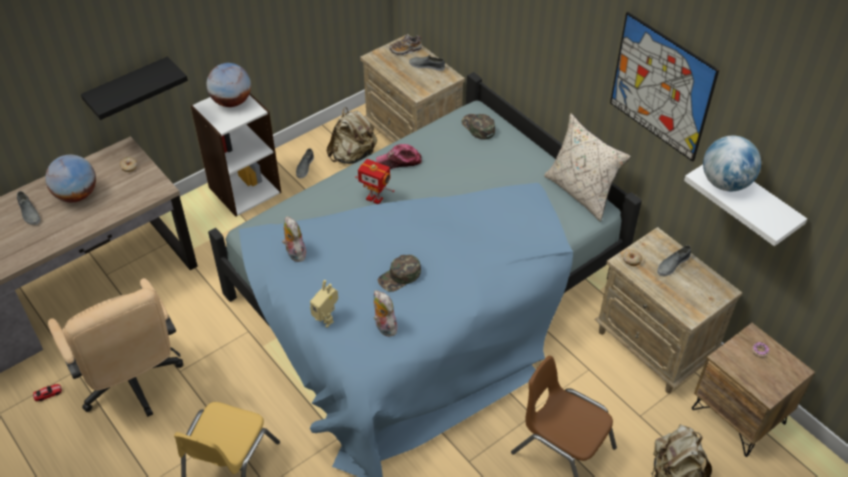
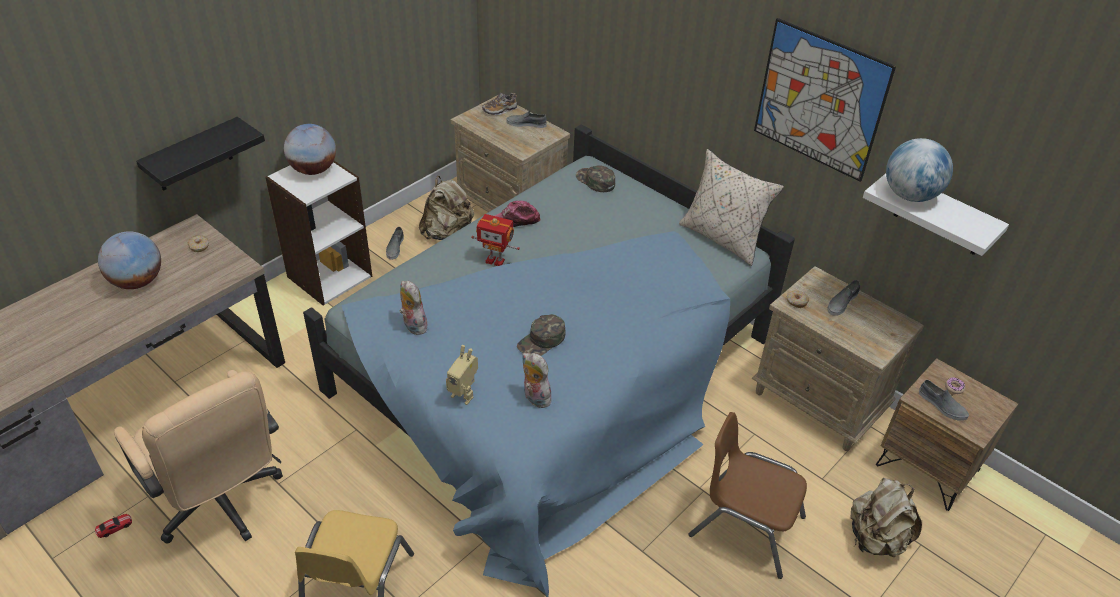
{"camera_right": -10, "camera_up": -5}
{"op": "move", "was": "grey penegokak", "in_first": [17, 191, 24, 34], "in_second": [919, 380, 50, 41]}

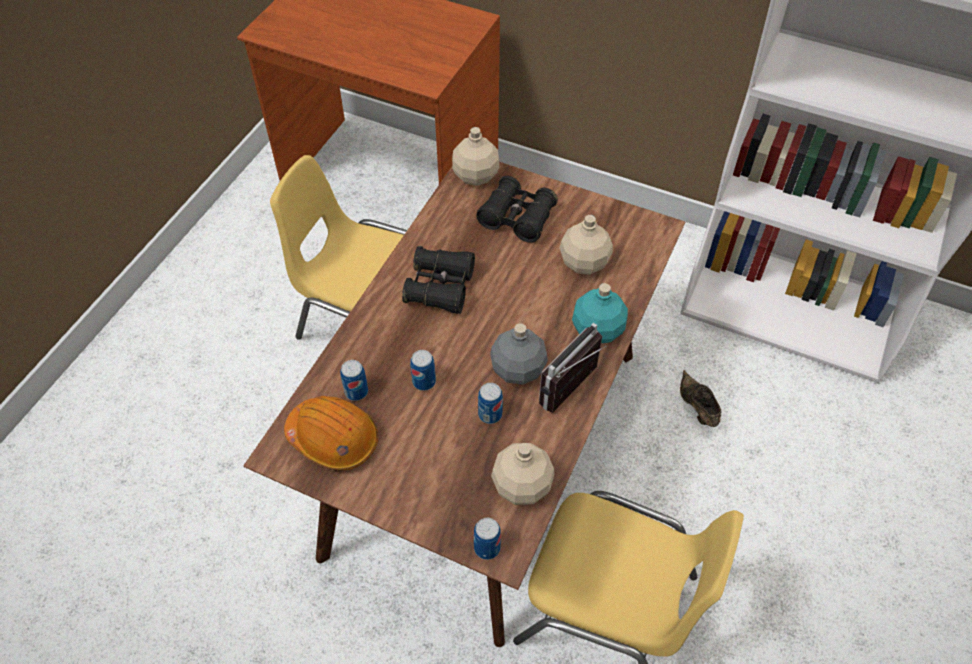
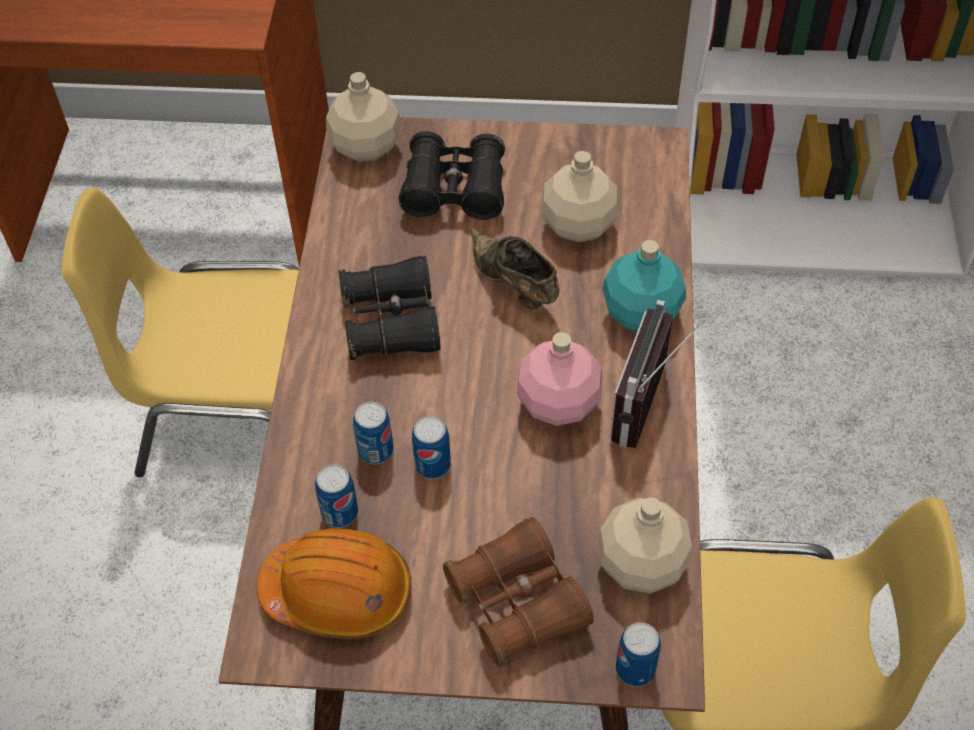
{"camera_right": -20, "camera_up": 0}
{"op": "move", "was": "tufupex", "in_first": [478, 383, 25, 41], "in_second": [353, 402, 41, 62]}
{"op": "recolor", "was": "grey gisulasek", "now": "pink gisulasek", "in_first": [490, 323, 58, 62], "in_second": [517, 332, 85, 94]}
{"op": "move", "was": "brown penegokak", "in_first": [680, 370, 41, 57], "in_second": [471, 228, 89, 81]}
{"op": "insert", "now": "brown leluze", "in_second": [443, 517, 151, 150]}

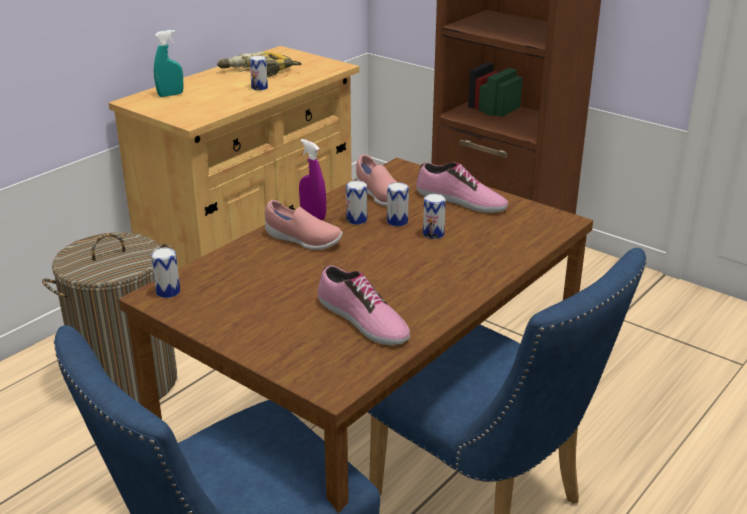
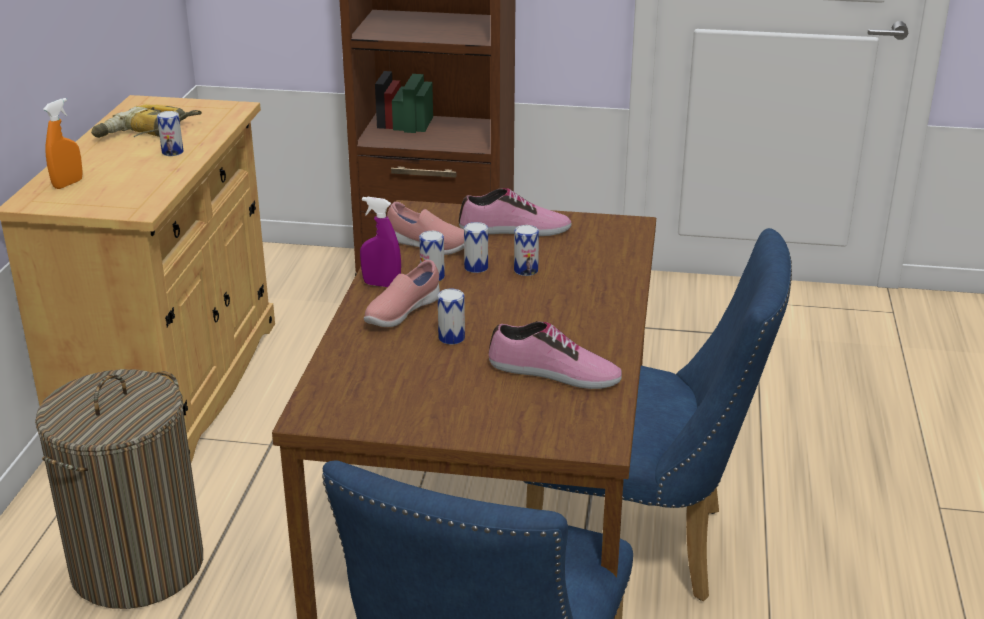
{"camera_right": -30, "camera_up": 0}
{"op": "move", "was": "tufupex", "in_first": [151, 248, 29, 50], "in_second": [438, 288, 27, 56]}
{"op": "recolor", "was": "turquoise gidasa", "now": "orange gidasa", "in_first": [154, 30, 30, 67], "in_second": [43, 98, 40, 91]}
{"op": "rotate", "was": "pink penegokak", "in_first": [264, 200, 79, 50], "in_second": [364, 260, 76, 67], "clockwise": 135}

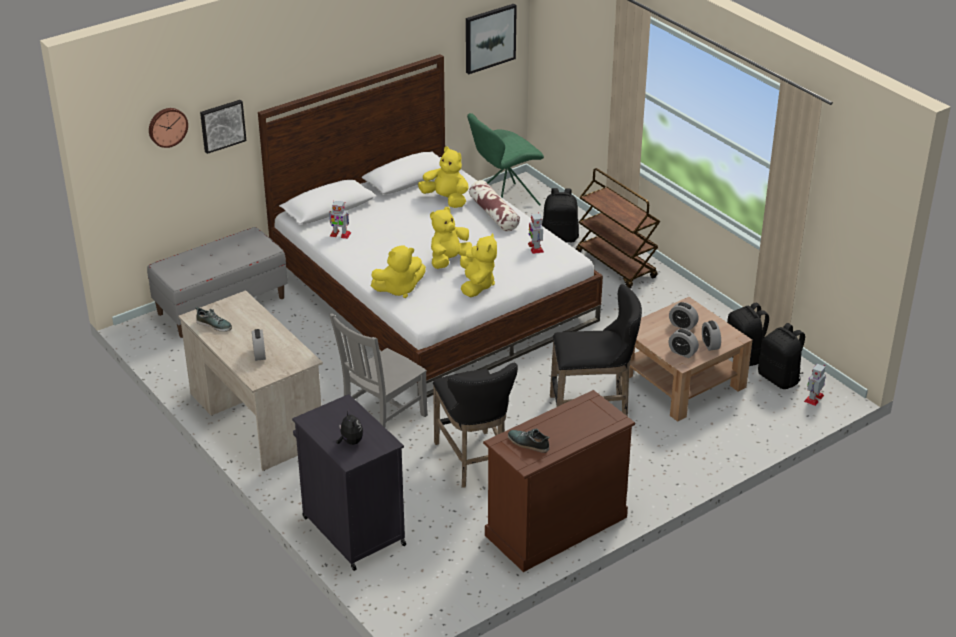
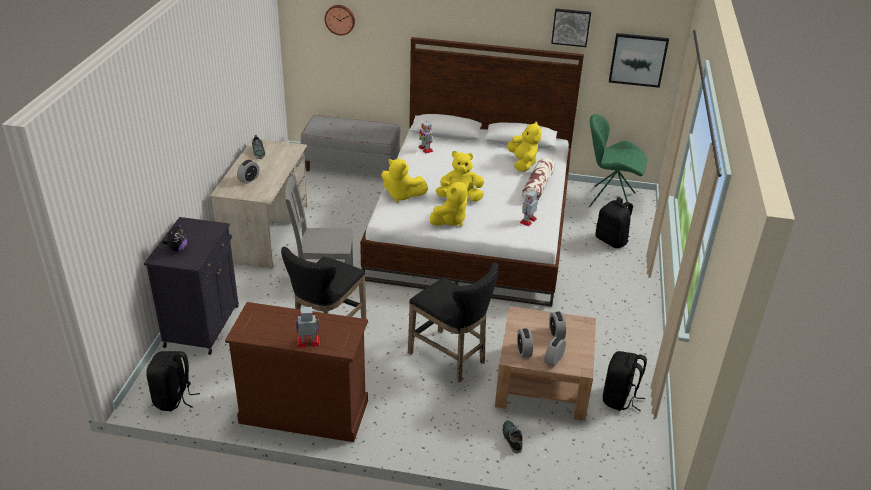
{"camera_right": 45, "camera_up": 0}
{"op": "move", "was": "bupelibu", "in_first": [200, 100, 46, 54], "in_second": [551, 8, 40, 39]}
{"op": "move", "was": "penegokak", "in_first": [508, 429, 42, 24], "in_second": [503, 421, 20, 32]}
{"op": "delete", "was": "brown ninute", "in_first": [576, 168, 84, 120]}
{"op": "move", "was": "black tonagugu", "in_first": [758, 323, 47, 66], "in_second": [146, 351, 54, 60]}
{"op": "move", "was": "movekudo", "in_first": [804, 364, 22, 42], "in_second": [295, 307, 25, 41]}

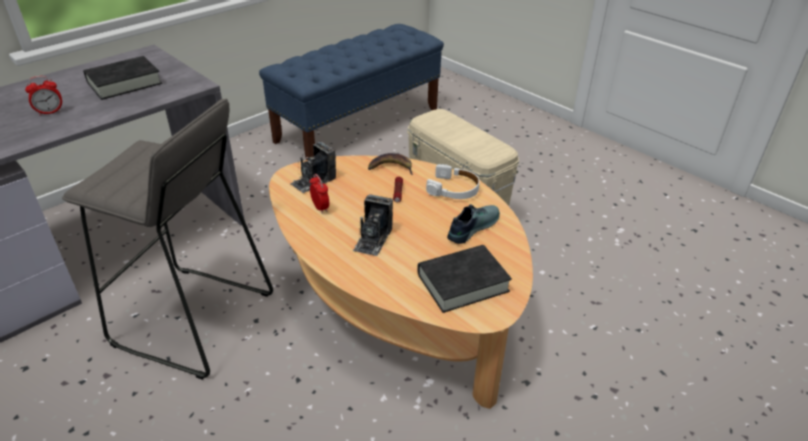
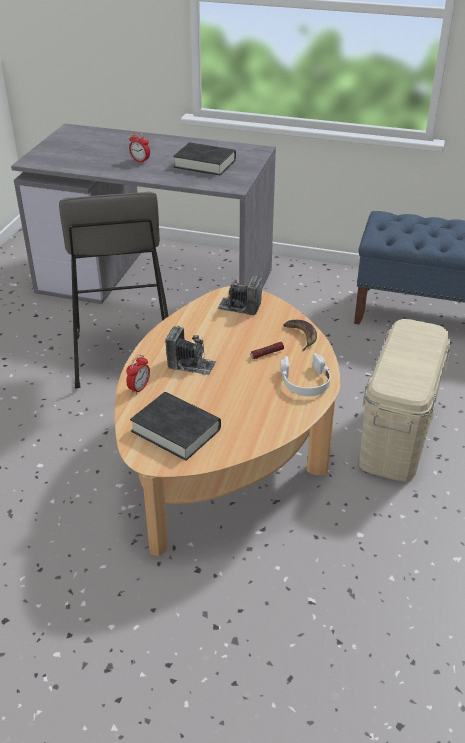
{"camera_right": 60, "camera_up": 0}
{"op": "move", "was": "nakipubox", "in_first": [309, 174, 20, 40], "in_second": [126, 354, 24, 41]}
{"op": "rotate", "was": "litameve", "in_first": [353, 194, 40, 62], "in_second": [165, 326, 51, 49], "clockwise": -150}
{"op": "delete", "was": "penegokak", "in_first": [447, 204, 53, 40]}

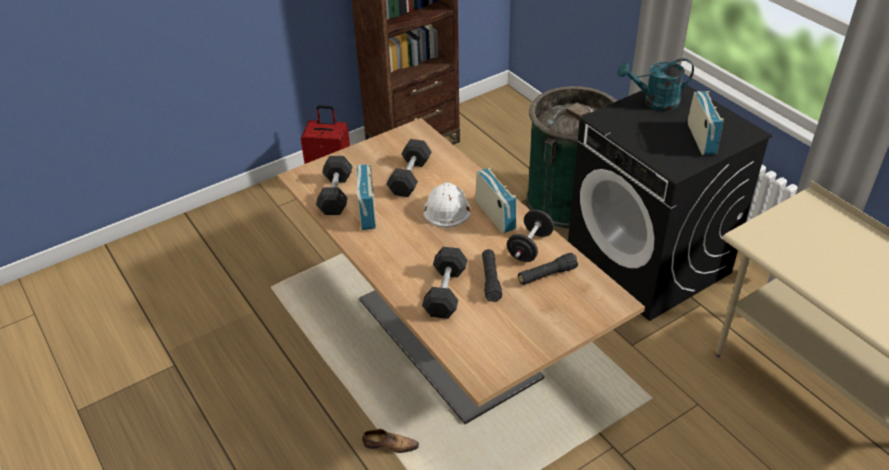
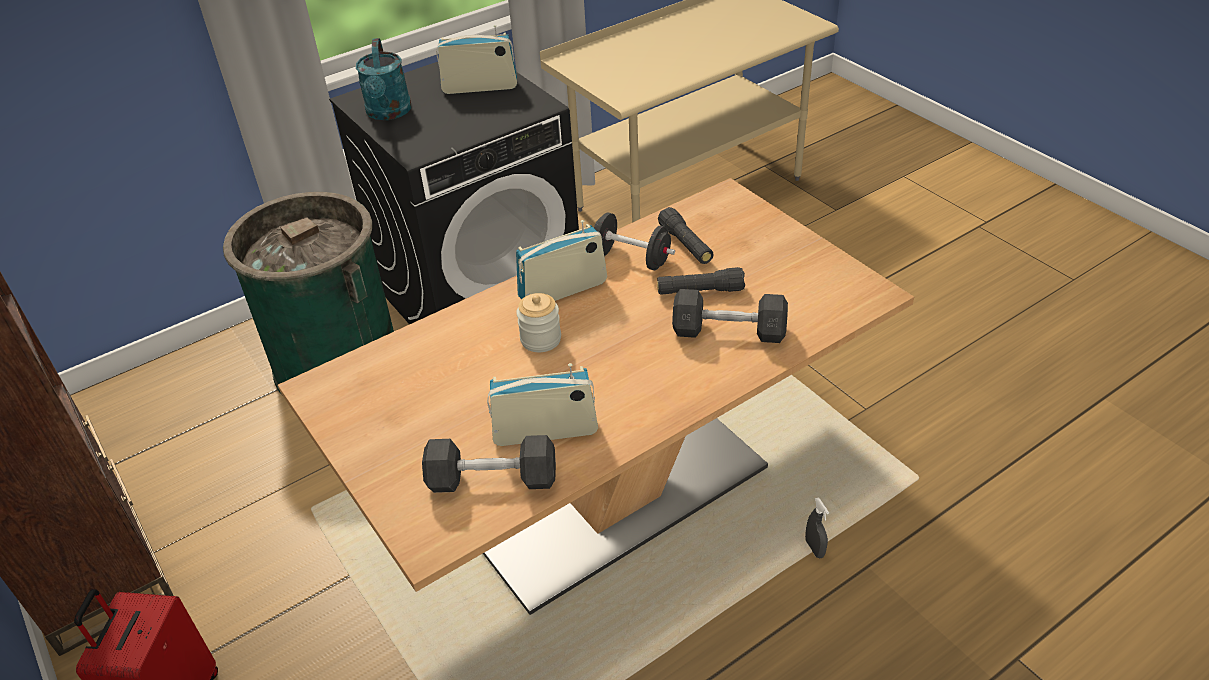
{"camera_right": -90, "camera_up": 0}
{"op": "replace", "was": "penegokak", "now": "grey gidasa", "in_first": [362, 429, 57, 24], "in_second": [805, 498, 24, 60]}
{"op": "delete", "was": "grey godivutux", "in_first": [386, 139, 45, 58]}
{"op": "replace", "was": "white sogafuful", "now": "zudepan", "in_first": [423, 183, 47, 45], "in_second": [516, 293, 45, 59]}

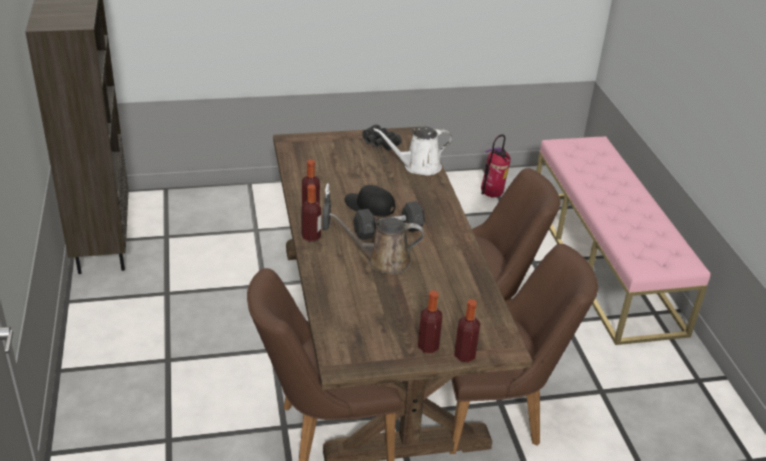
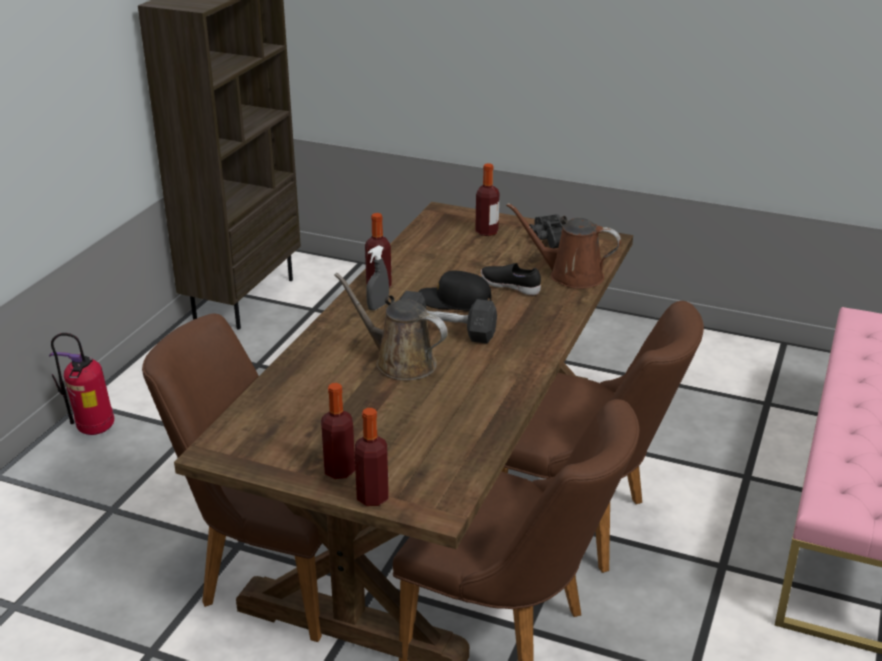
{"camera_right": 35, "camera_up": -5}
{"op": "move", "was": "gisulasek", "in_first": [302, 184, 19, 58], "in_second": [475, 163, 24, 73]}
{"op": "rotate", "was": "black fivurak", "in_first": [345, 185, 50, 32], "in_second": [419, 270, 72, 41], "clockwise": -45}
{"op": "recolor", "was": "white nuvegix", "now": "brown nuvegix", "in_first": [373, 127, 80, 49], "in_second": [506, 203, 115, 86]}
{"op": "move", "was": "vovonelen", "in_first": [481, 135, 30, 63], "in_second": [49, 333, 65, 102]}
{"op": "insert", "now": "black penegokak", "in_second": [481, 263, 60, 32]}

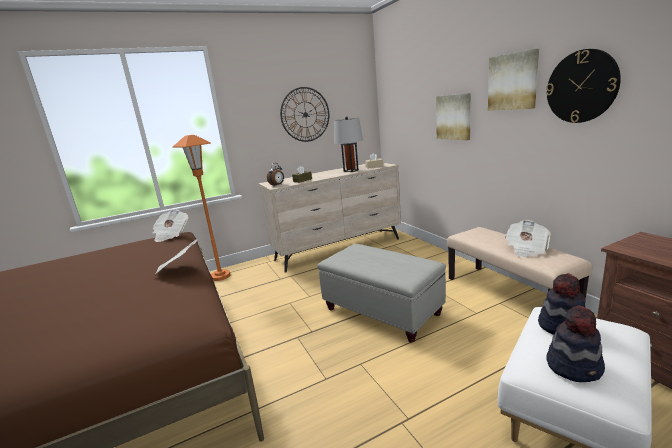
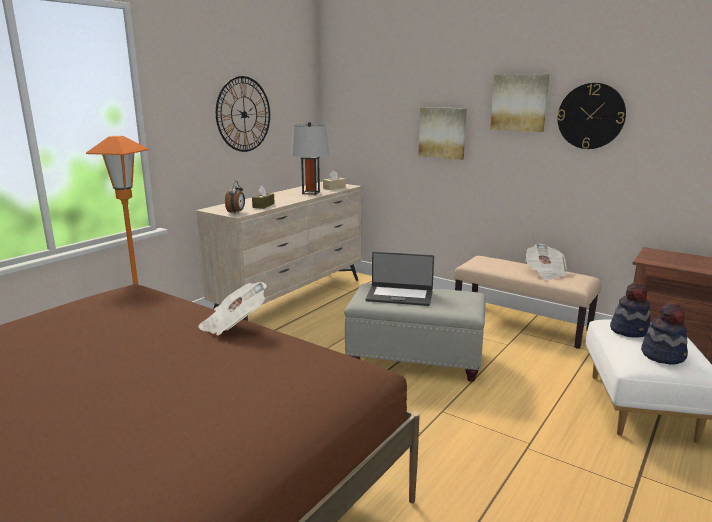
{"camera_right": -30, "camera_up": 0}
{"op": "delete", "was": "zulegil", "in_first": [152, 210, 36, 32]}
{"op": "insert", "now": "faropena", "in_second": [366, 252, 68, 54]}

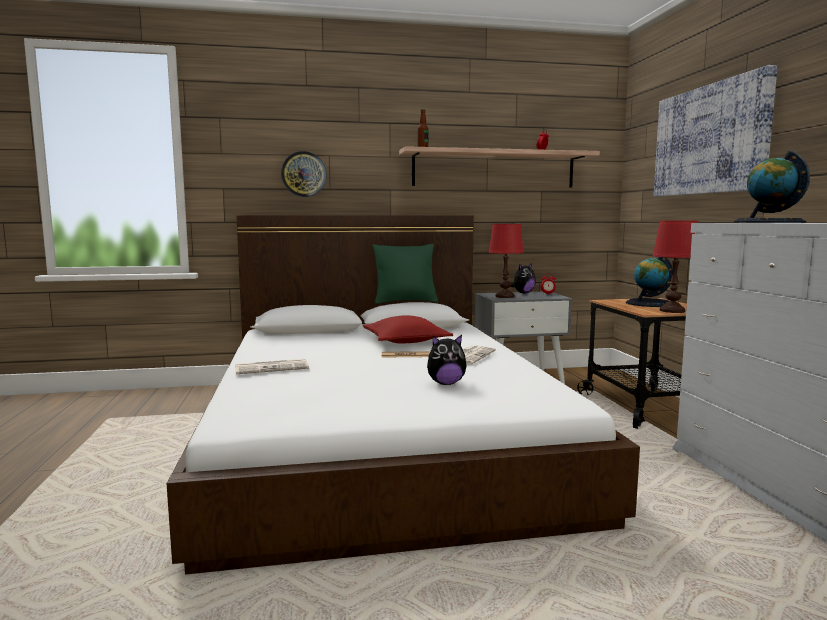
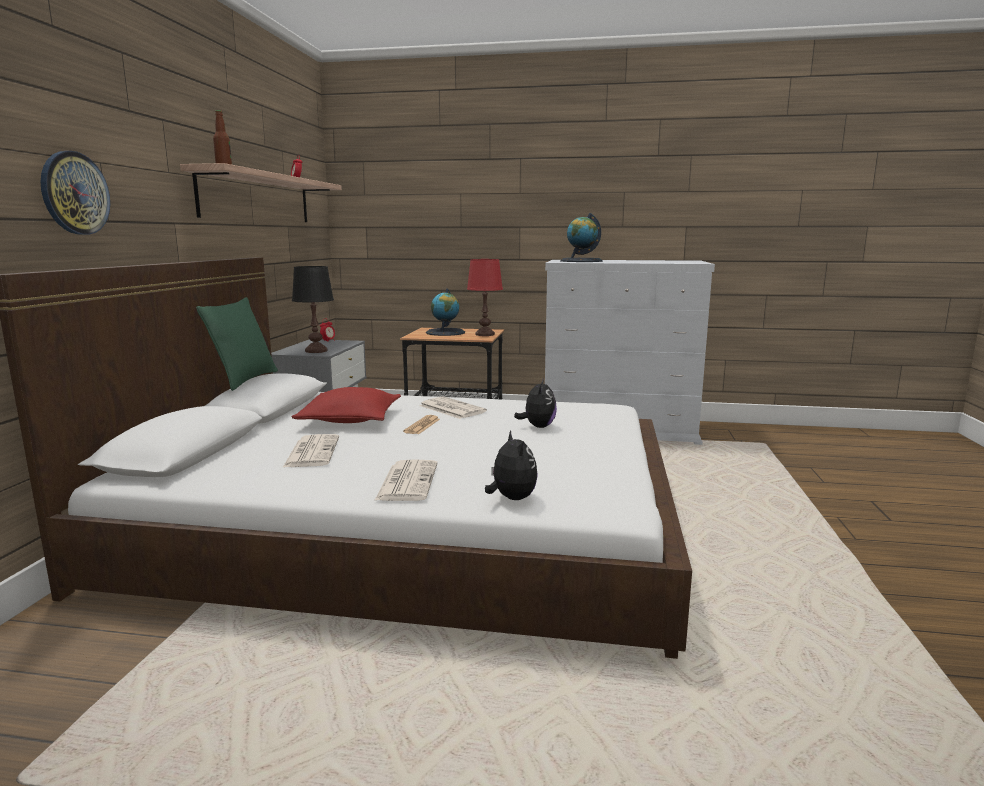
{"camera_right": -70, "camera_up": 5}
{"op": "recolor", "was": "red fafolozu", "now": "black fafolozu", "in_first": [488, 224, 36, 74], "in_second": [292, 266, 42, 87]}
{"op": "move", "was": "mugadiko", "in_first": [510, 263, 26, 31], "in_second": [485, 431, 53, 69]}
{"op": "delete", "was": "bupelibu", "in_first": [654, 65, 124, 131]}
{"op": "insert", "now": "zulegil", "in_second": [282, 434, 57, 34]}

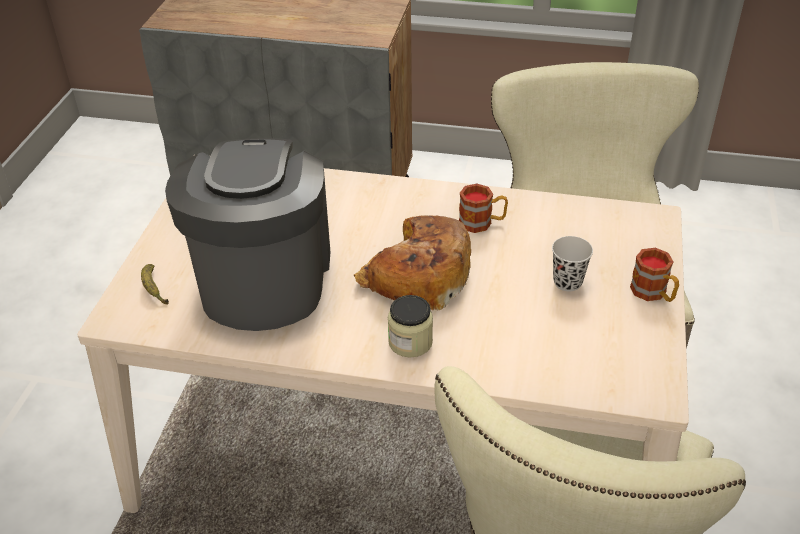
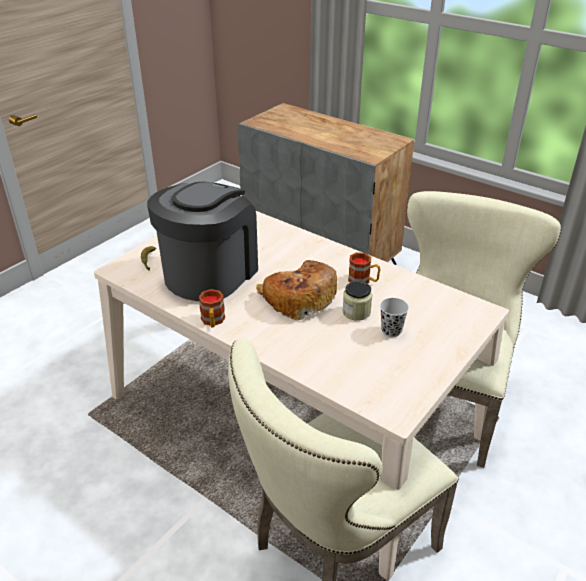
{"camera_right": 25, "camera_up": -5}
{"op": "move", "was": "zudepan", "in_first": [388, 295, 45, 63], "in_second": [343, 281, 29, 40]}
{"op": "move", "was": "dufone", "in_first": [630, 248, 49, 54], "in_second": [198, 289, 27, 39]}

